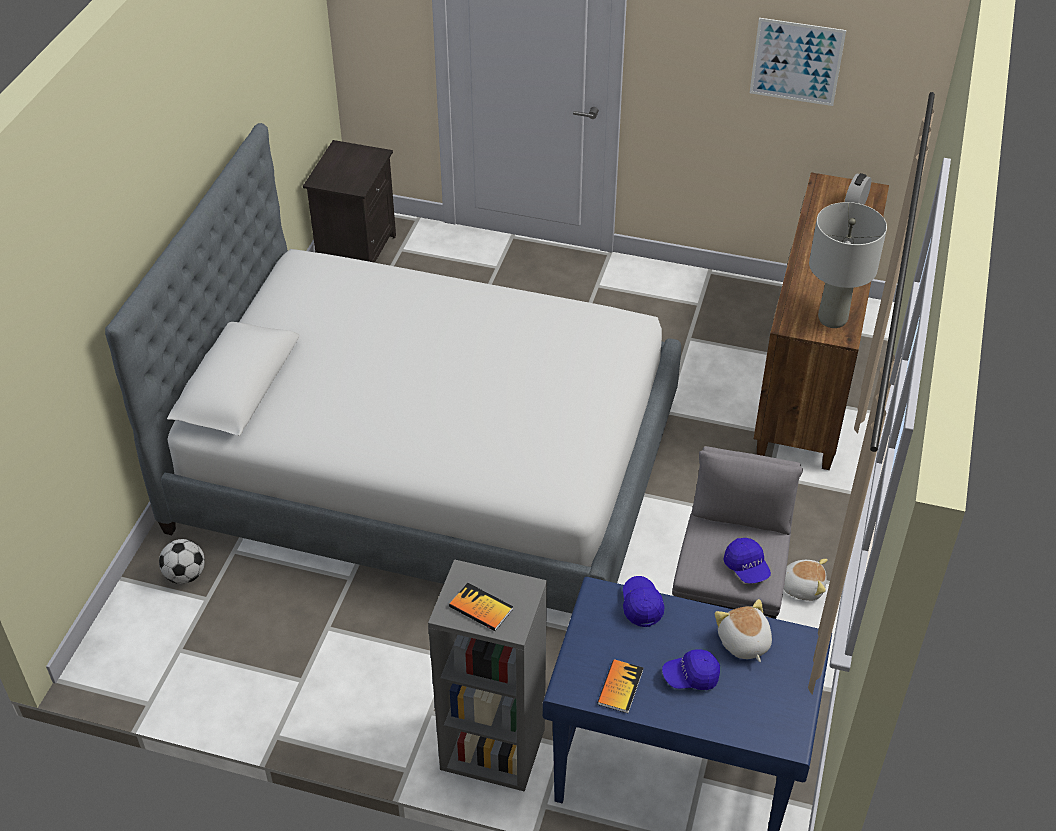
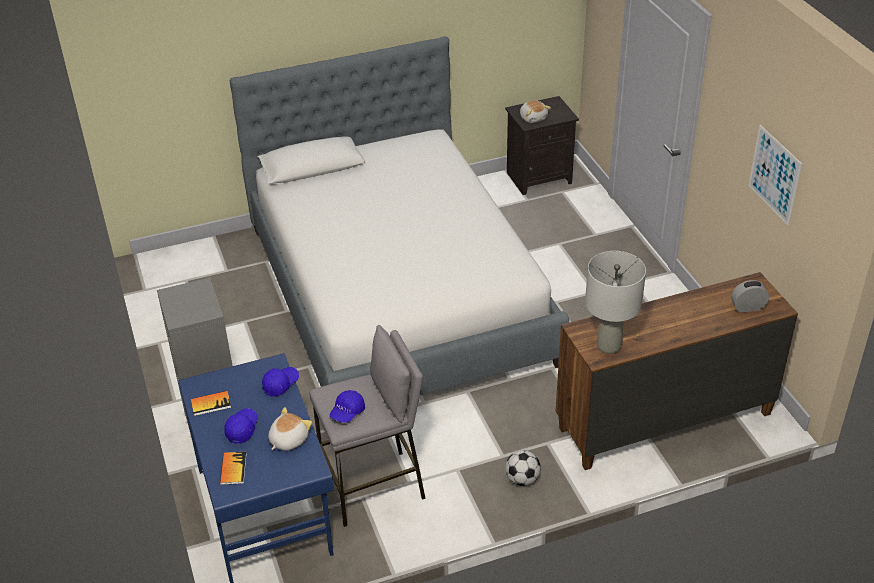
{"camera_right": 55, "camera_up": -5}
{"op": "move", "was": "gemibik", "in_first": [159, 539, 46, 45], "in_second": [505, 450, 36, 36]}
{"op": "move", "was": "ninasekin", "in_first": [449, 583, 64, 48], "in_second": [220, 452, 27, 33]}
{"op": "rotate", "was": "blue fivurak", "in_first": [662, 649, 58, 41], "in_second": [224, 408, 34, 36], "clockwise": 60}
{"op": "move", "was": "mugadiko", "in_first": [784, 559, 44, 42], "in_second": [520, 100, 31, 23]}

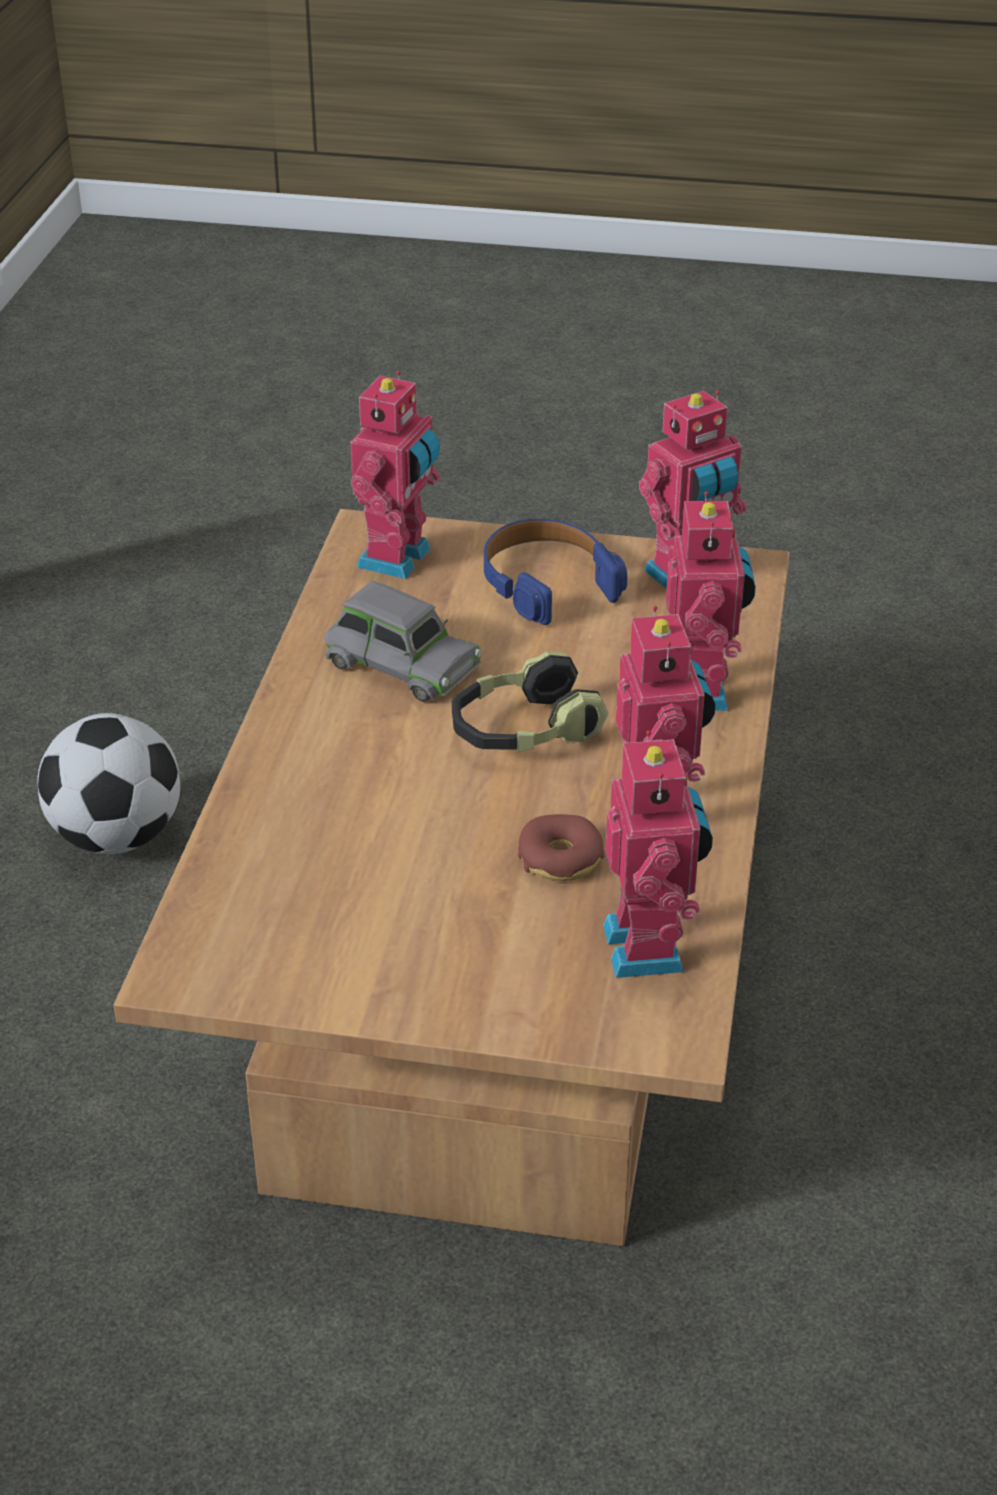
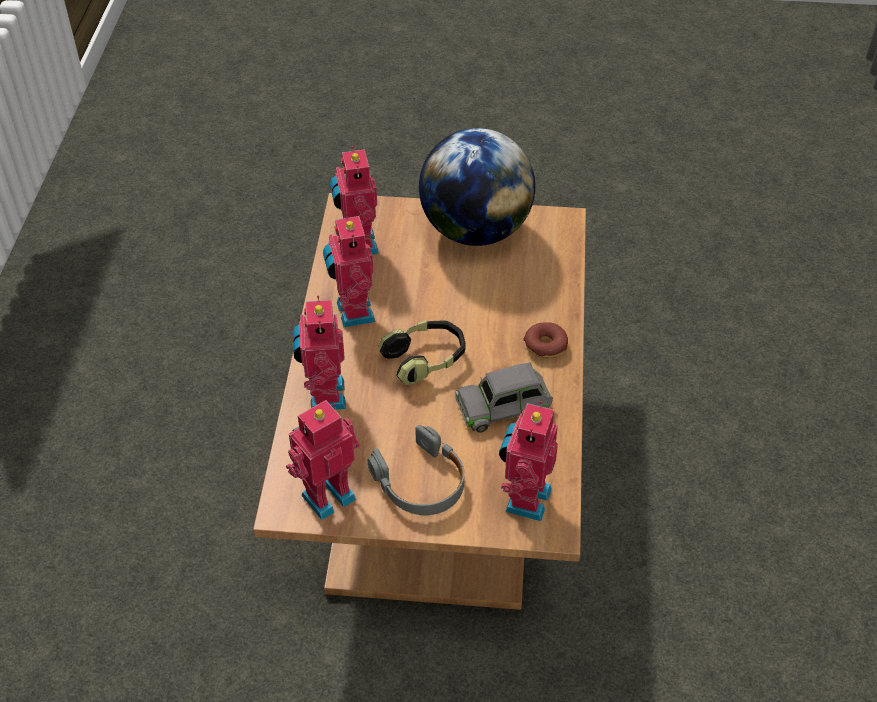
{"camera_right": 175, "camera_up": 10}
{"op": "delete", "was": "gemibik", "in_first": [37, 713, 143, 141]}
{"op": "rotate", "was": "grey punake", "in_first": [324, 581, 158, 121], "in_second": [455, 362, 98, 71], "clockwise": -45}
{"op": "recolor", "was": "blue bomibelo", "now": "grey bomibelo", "in_first": [484, 519, 143, 106], "in_second": [368, 425, 97, 90]}
{"op": "move", "was": "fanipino", "in_first": [518, 814, 87, 67], "in_second": [524, 323, 44, 35]}
{"op": "insert", "now": "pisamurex", "in_second": [419, 128, 116, 118]}

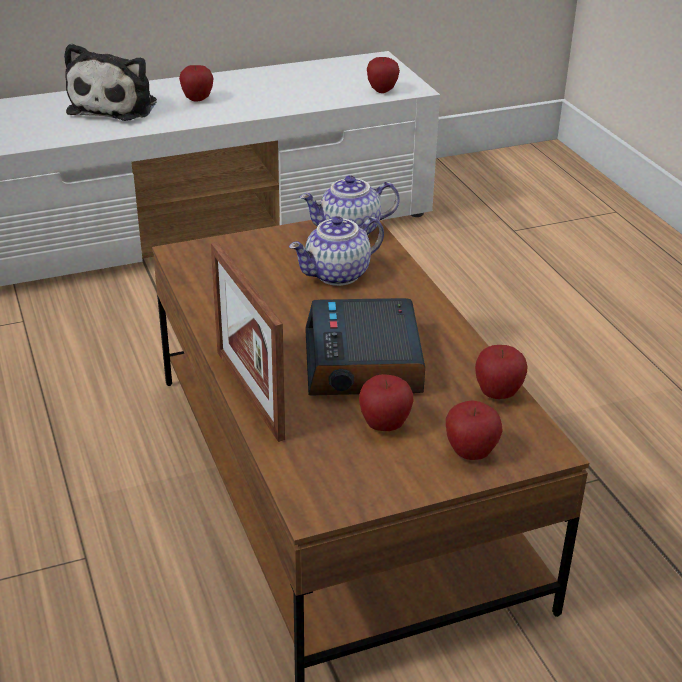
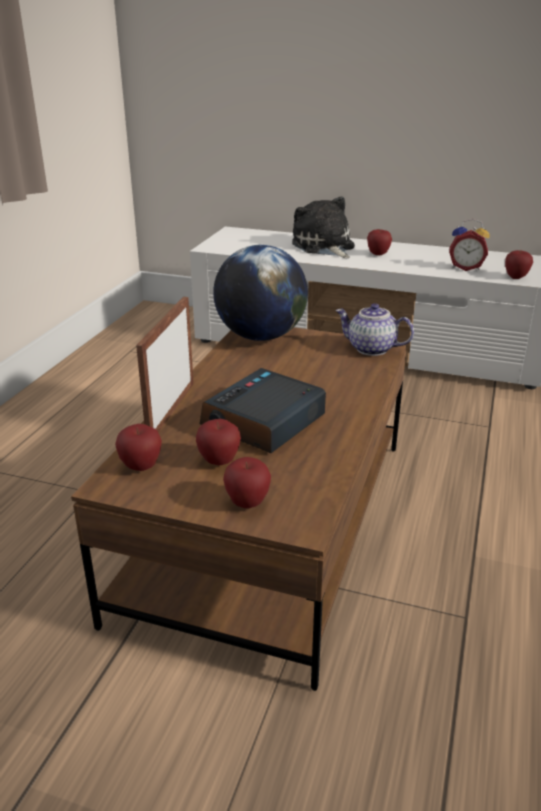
{"camera_right": 40, "camera_up": -5}
{"op": "rotate", "was": "mugadiko", "in_first": [64, 43, 93, 78], "in_second": [292, 196, 63, 62], "clockwise": 105}
{"op": "delete", "was": "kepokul", "in_first": [289, 216, 95, 70]}
{"op": "move", "was": "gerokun", "in_first": [475, 345, 53, 54], "in_second": [115, 424, 47, 47]}
{"op": "insert", "now": "pisamurex", "in_second": [213, 245, 95, 96]}
{"op": "insert", "now": "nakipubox", "in_second": [449, 219, 41, 52]}

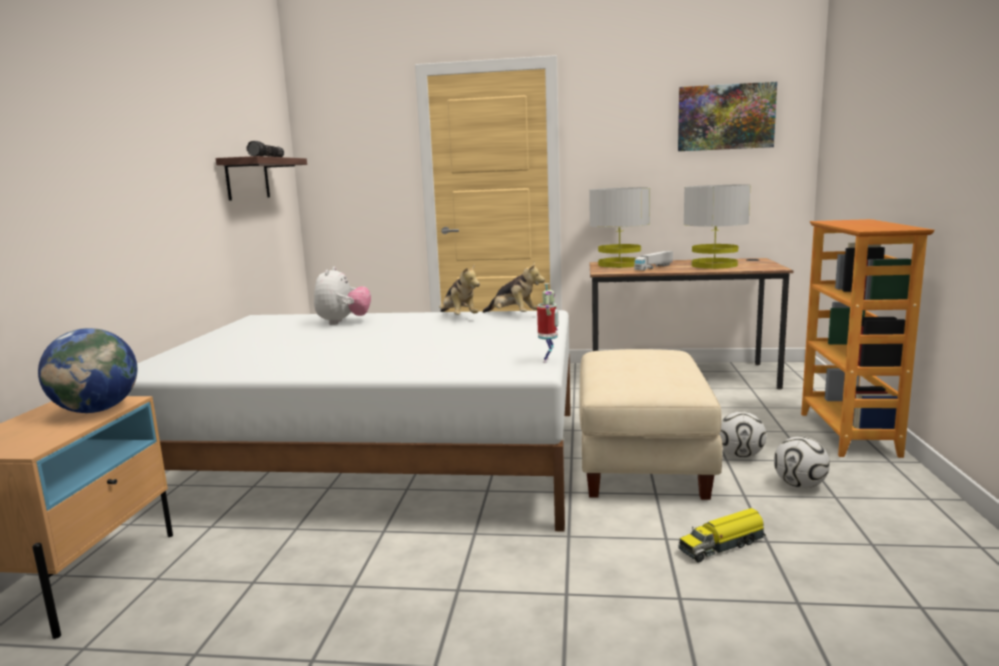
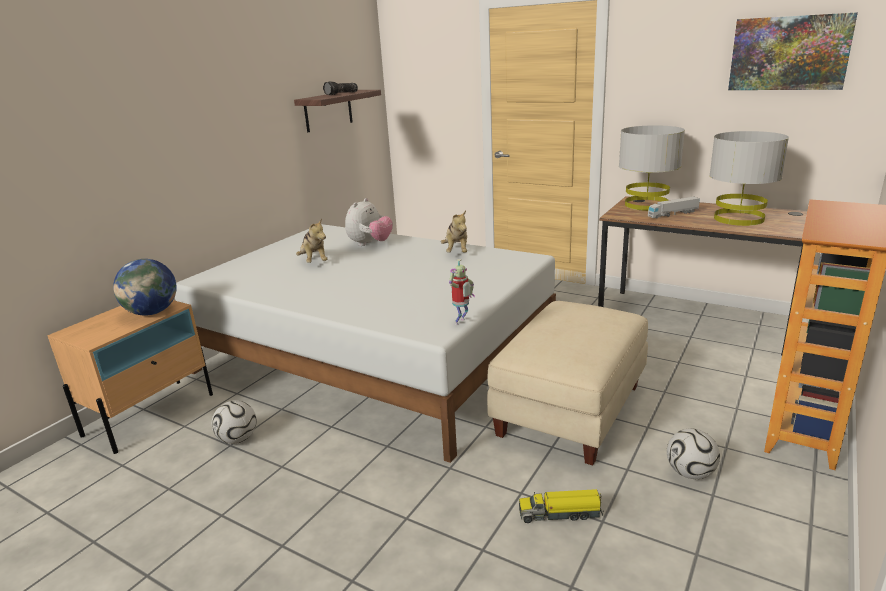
{"camera_right": 25, "camera_up": 10}
{"op": "move", "was": "mugadiko", "in_first": [482, 262, 63, 51], "in_second": [296, 218, 32, 45]}
{"op": "move", "was": "gemibik", "in_first": [719, 411, 47, 47], "in_second": [211, 400, 46, 44]}

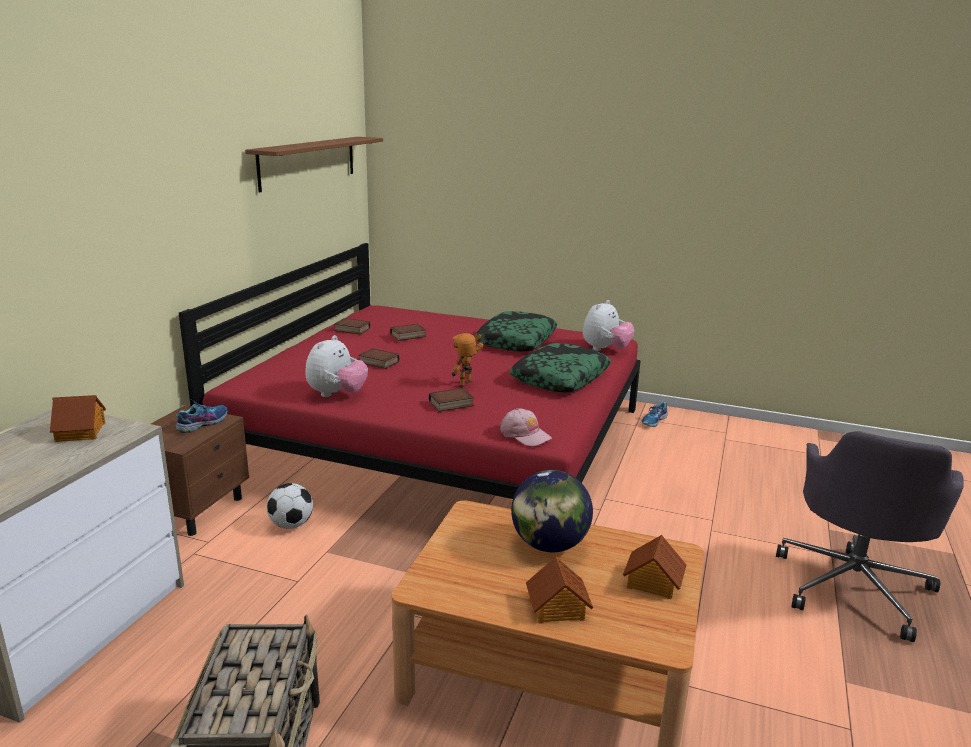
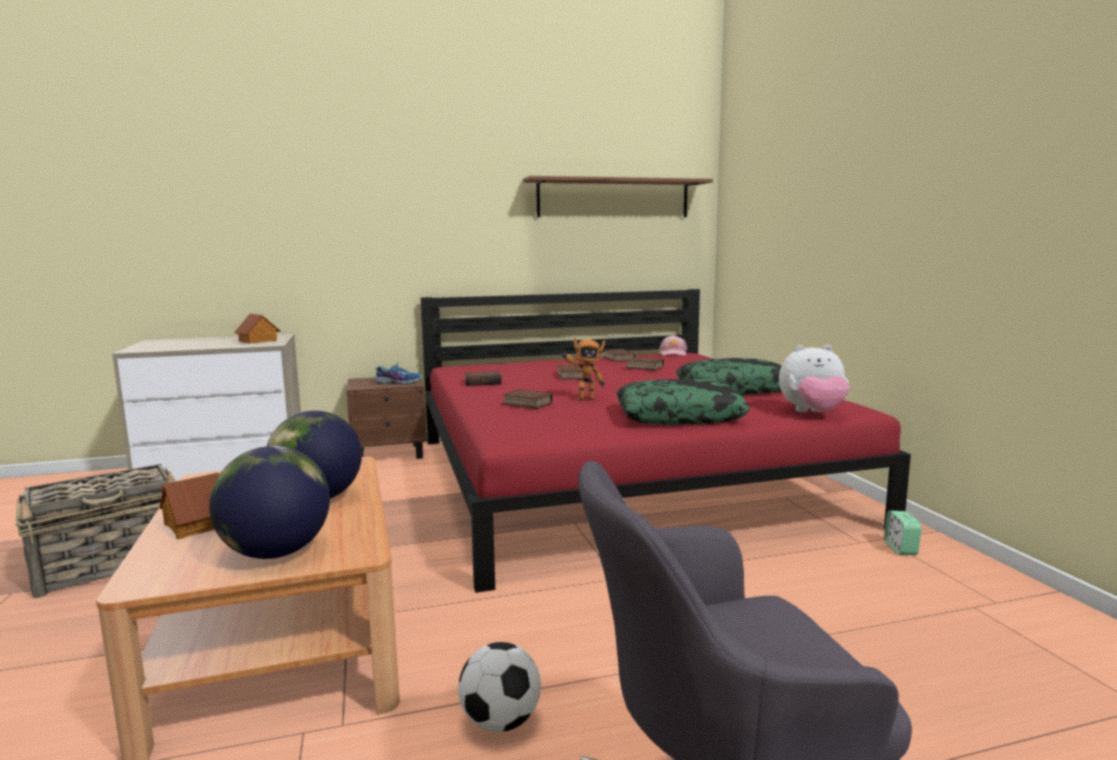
{"camera_right": 55, "camera_up": -10}
{"op": "move", "was": "gemibik", "in_first": [267, 483, 46, 46], "in_second": [458, 642, 83, 90]}
{"op": "replace", "was": "mugadiko", "now": "ninasekin", "in_first": [305, 335, 63, 62], "in_second": [464, 371, 38, 15]}
{"op": "rotate", "was": "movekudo", "in_first": [452, 333, 33, 53], "in_second": [561, 337, 44, 64], "clockwise": 150}
{"op": "move", "was": "pink fivurak", "in_first": [500, 408, 52, 39], "in_second": [659, 335, 28, 21]}
{"op": "replace", "was": "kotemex", "now": "pisamurex", "in_first": [623, 535, 63, 64], "in_second": [209, 446, 121, 113]}
{"op": "replace", "was": "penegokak", "now": "nakipubox", "in_first": [641, 401, 27, 26], "in_second": [884, 511, 38, 44]}

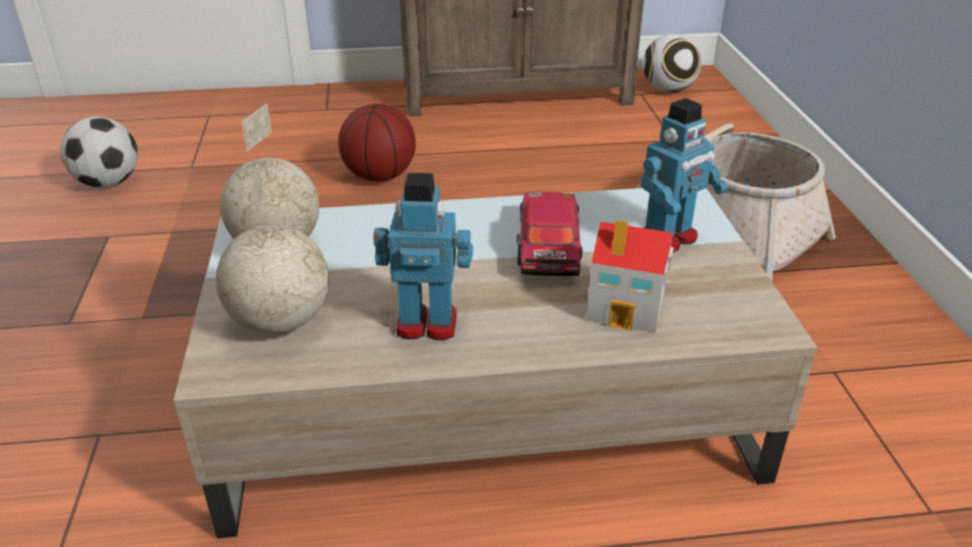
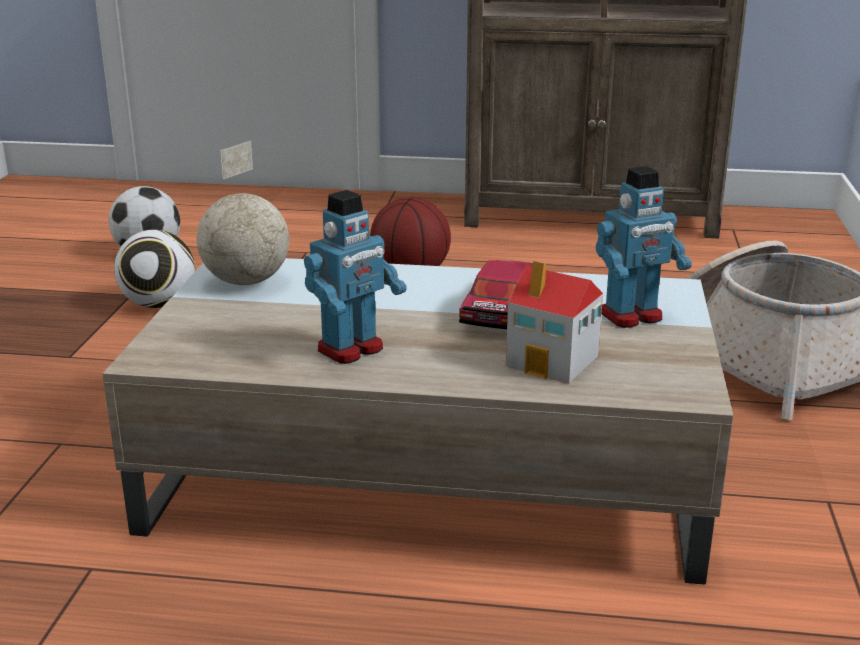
{"camera_right": 15, "camera_up": -10}
{"op": "delete", "was": "pisamurex", "in_first": [216, 164, 113, 170]}
{"op": "rotate", "was": "movekudo", "in_first": [373, 173, 100, 167], "in_second": [304, 190, 103, 174], "clockwise": 120}
{"op": "move", "was": "gemibik", "in_first": [643, 33, 58, 59], "in_second": [114, 230, 81, 78]}

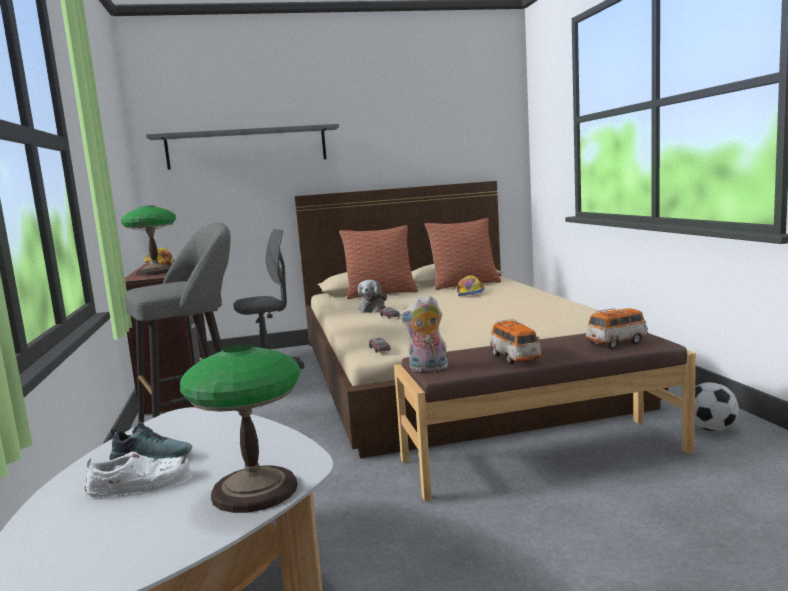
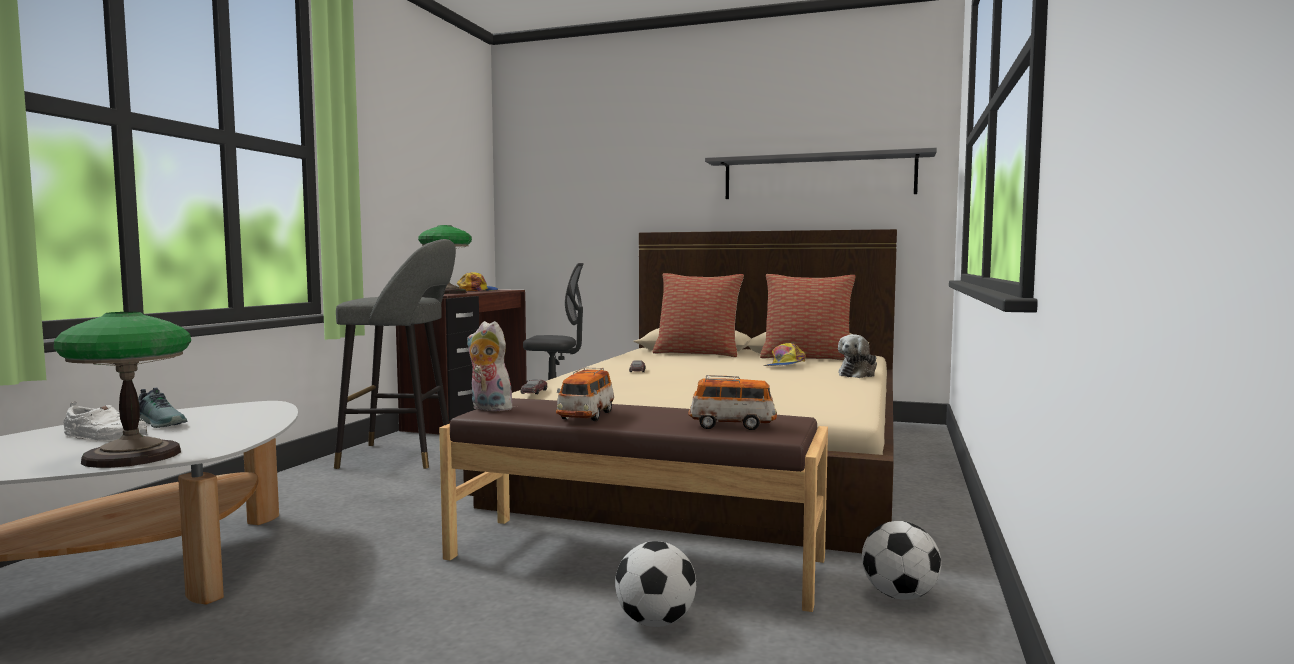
{"camera_right": 30, "camera_up": -5}
{"op": "move", "was": "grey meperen", "in_first": [146, 124, 193, 46], "in_second": [705, 148, 232, 51]}
{"op": "move", "was": "mugadiko", "in_first": [358, 280, 29, 33], "in_second": [838, 334, 39, 44]}
{"op": "insert", "now": "gemibik", "in_second": [615, 541, 82, 86]}

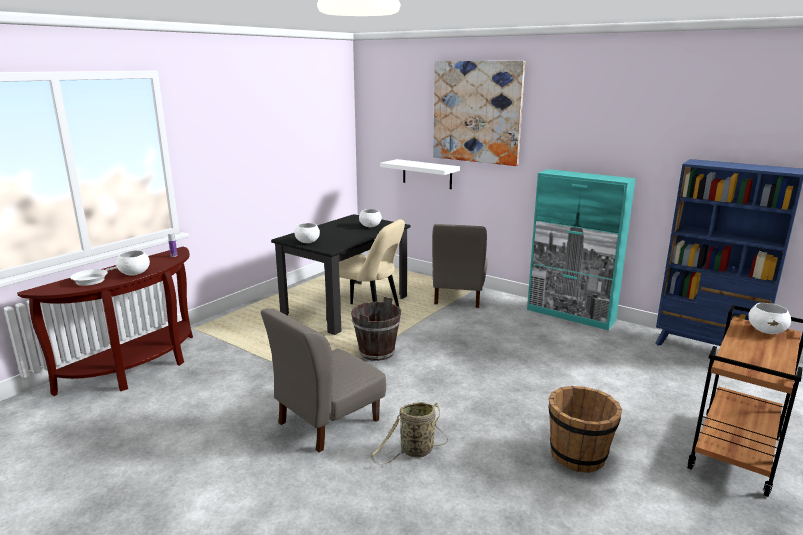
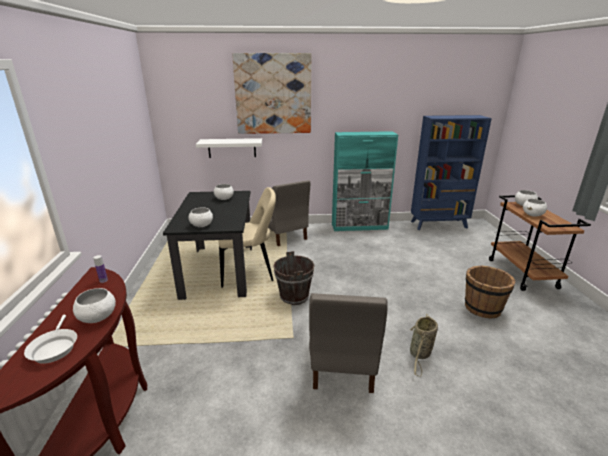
{"camera_right": -40, "camera_up": 5}
{"op": "insert", "now": "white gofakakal", "in_second": [523, 199, 24, 18]}

